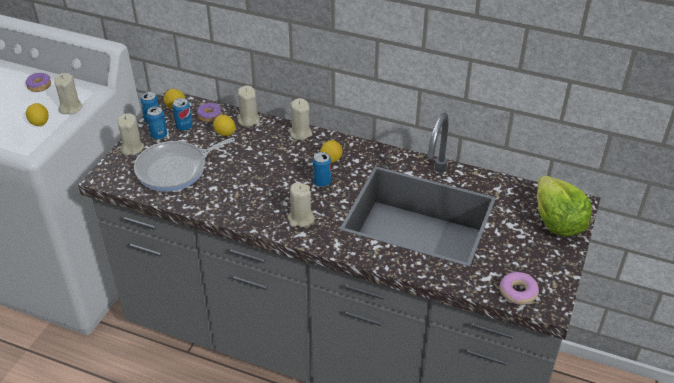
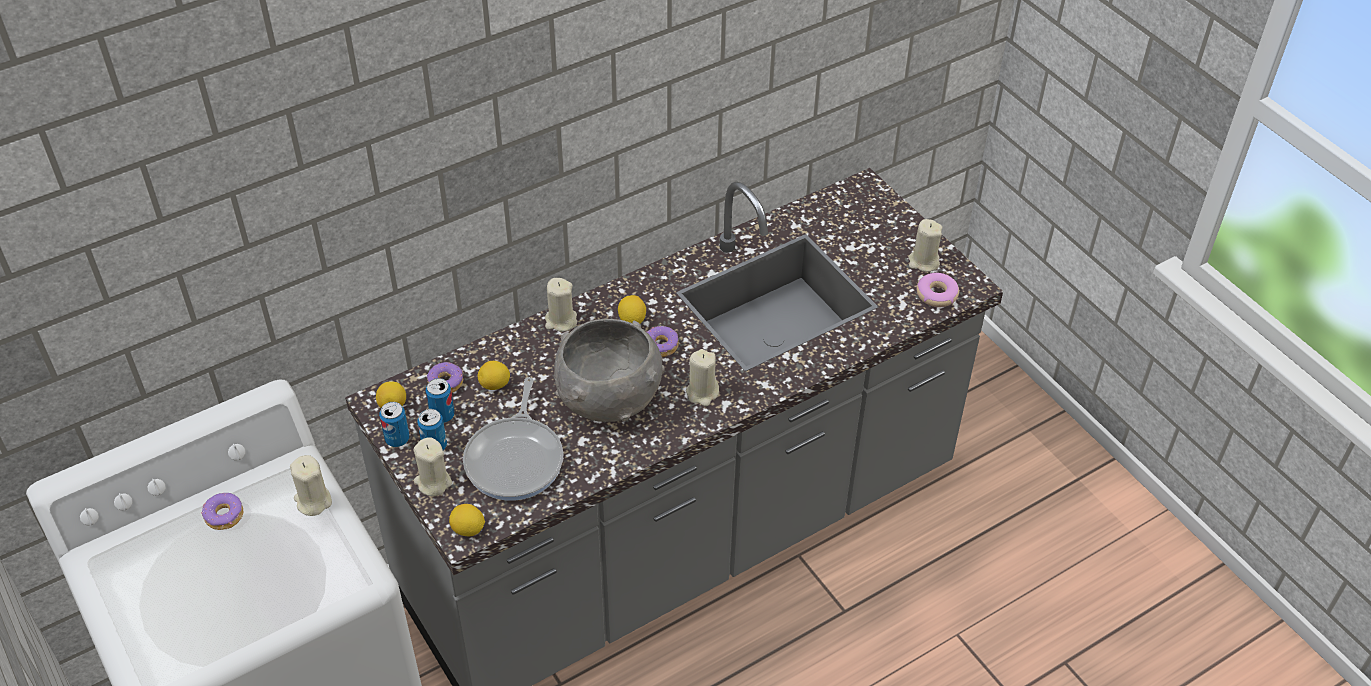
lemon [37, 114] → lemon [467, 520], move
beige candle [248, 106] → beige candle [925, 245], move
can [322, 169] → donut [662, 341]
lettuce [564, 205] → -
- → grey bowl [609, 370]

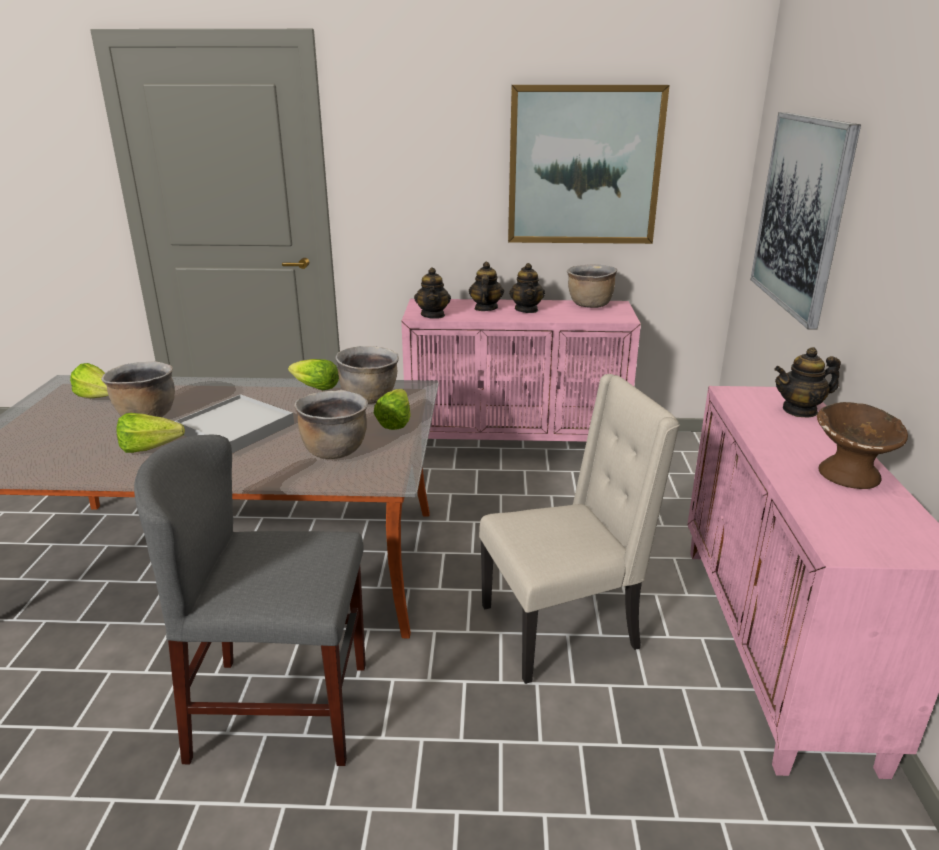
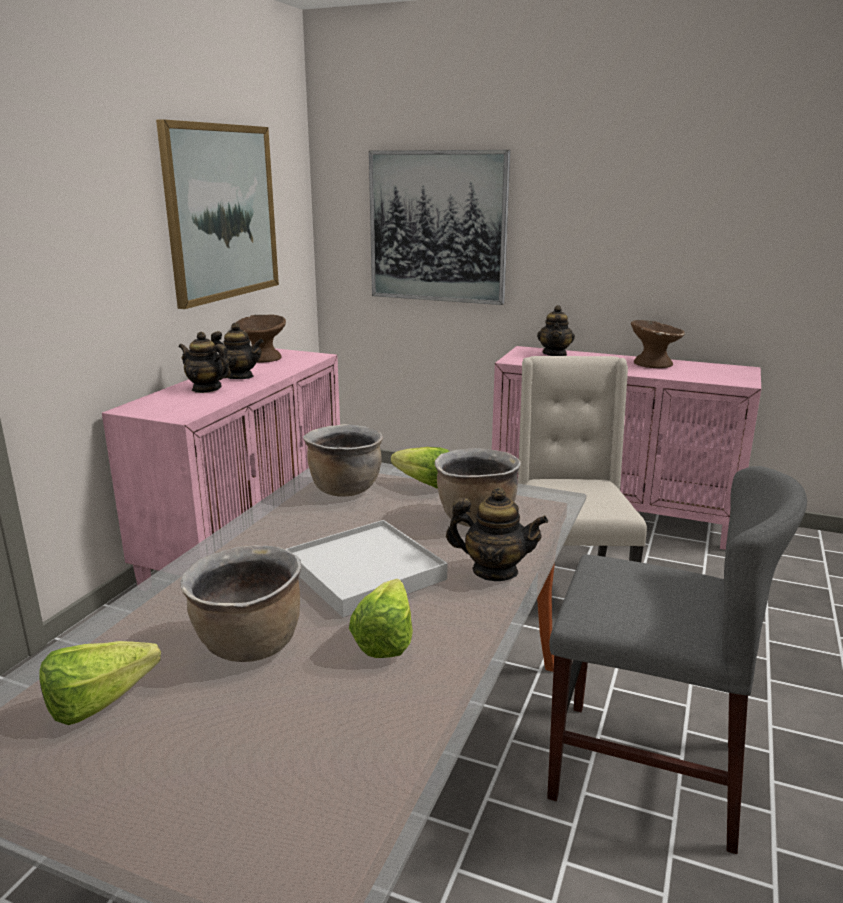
grey chair [250, 600] → grey chair [677, 660], 90 degrees counterclockwise
lettuce [313, 374] → -
teapot [432, 293] → teapot [497, 534], move
brown cooking pot [592, 286] → brown bowl [261, 339]

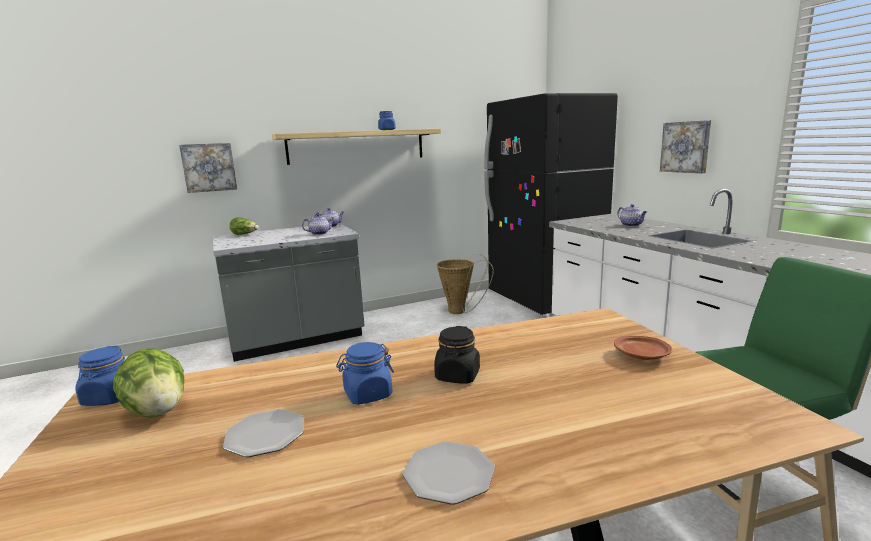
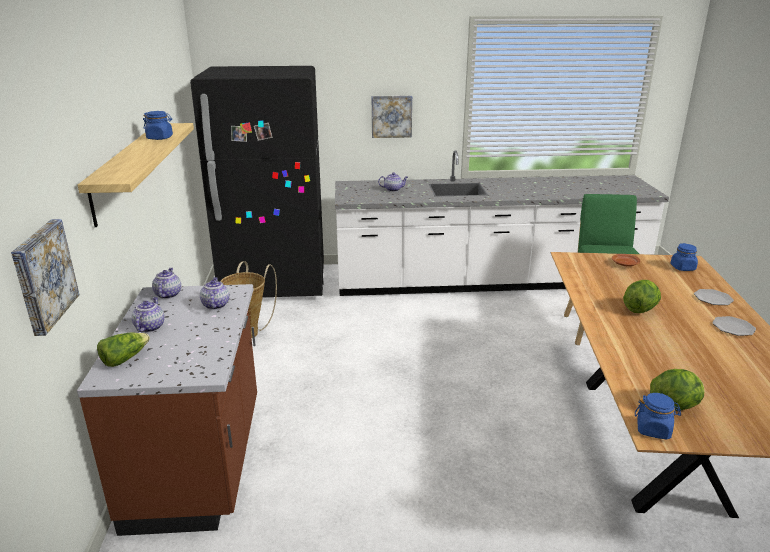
grey counter [289, 292] → brown counter [167, 410]
plate [263, 433] → plate [714, 297], move
blue jar [365, 373] → blue jar [684, 257], move
black jar [457, 355] → lettuce [642, 296]
- → teapot [148, 314]

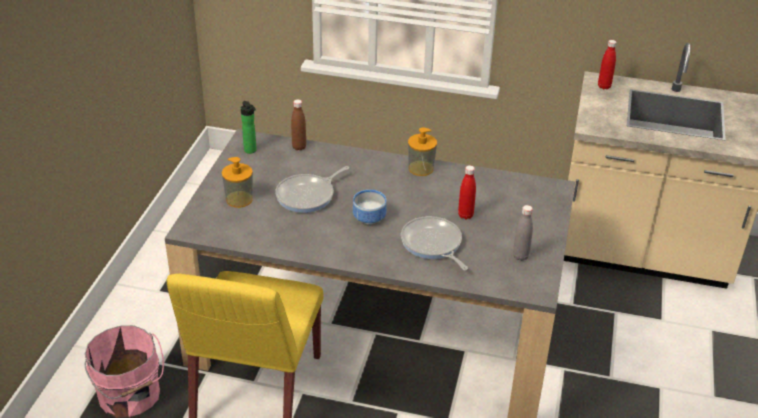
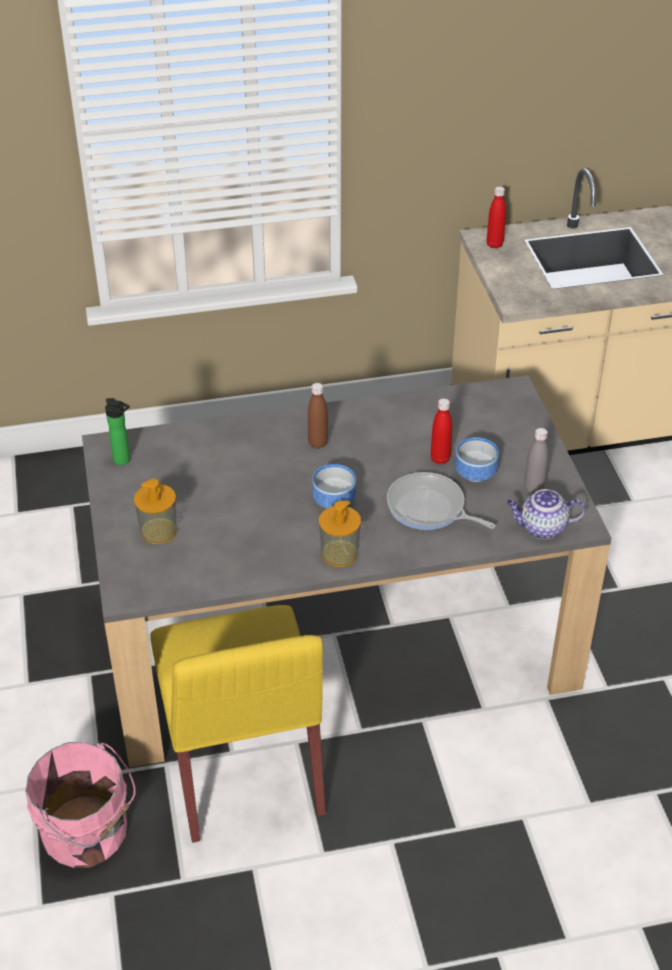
frying pan [312, 189] → -
brown bottle [298, 125] → brown bottle [318, 416], move
soap dispenser [422, 151] → soap dispenser [340, 534], move
- → bowl [477, 459]
- → teapot [546, 514]

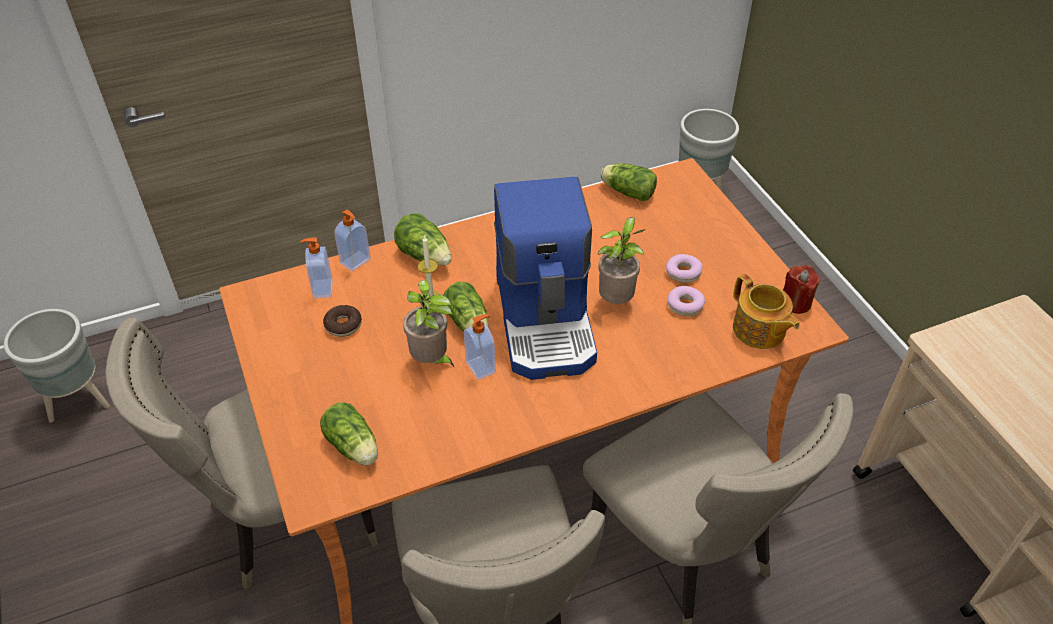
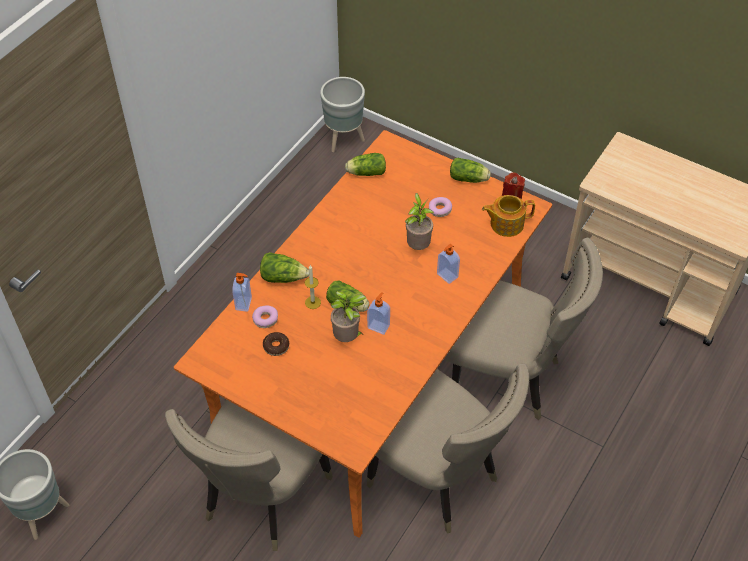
soap dispenser [316, 267] → soap dispenser [448, 264], move
lettuce [349, 433] → lettuce [470, 170], move
coffee machine [545, 278] → -
donut [686, 301] → donut [265, 316], move
teapot [766, 311] → teapot [508, 216], 150 degrees clockwise

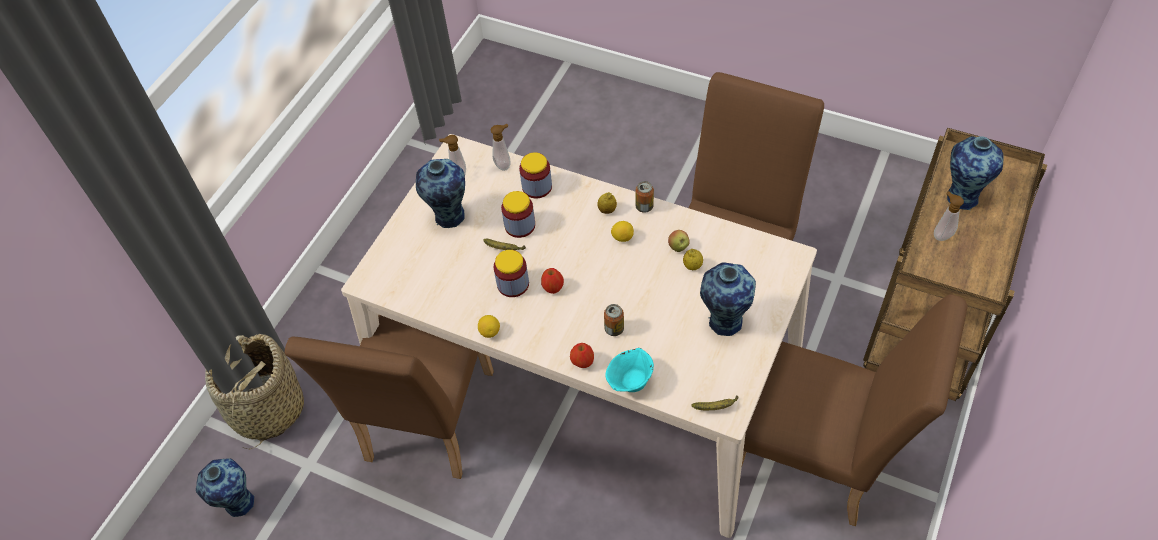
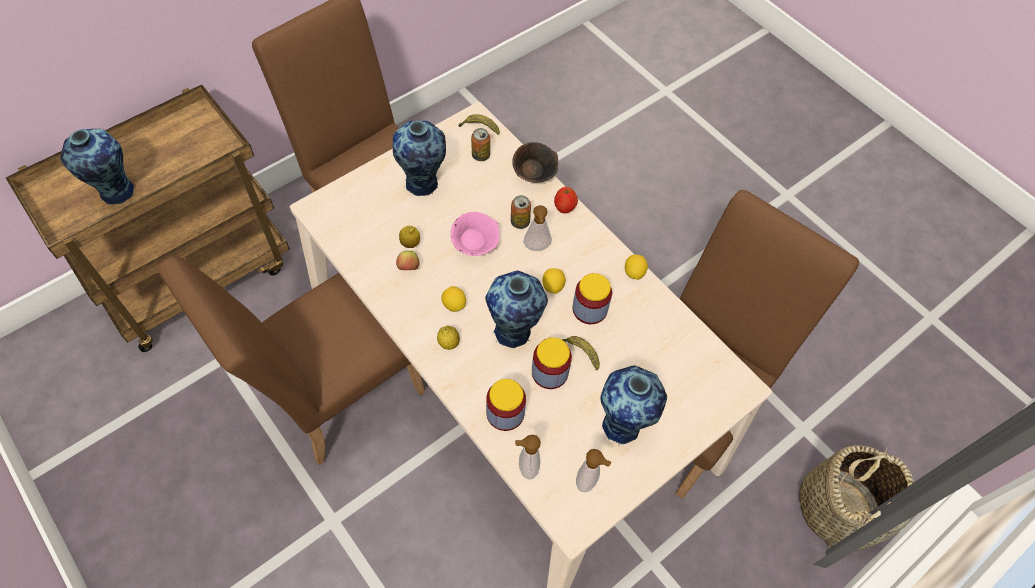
vase [225, 487] → vase [517, 309], move
apple [552, 281] → lemon [554, 281]
turquoise bowl [629, 370] → brown bowl [535, 162]
can [645, 197] → can [480, 144], move
soap dispenser [949, 216] → soap dispenser [537, 228], move
- → pink bowl [474, 234]

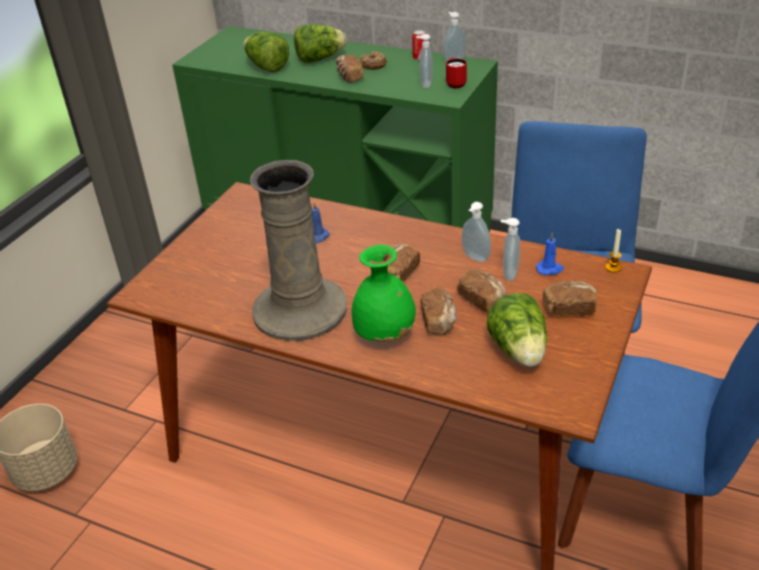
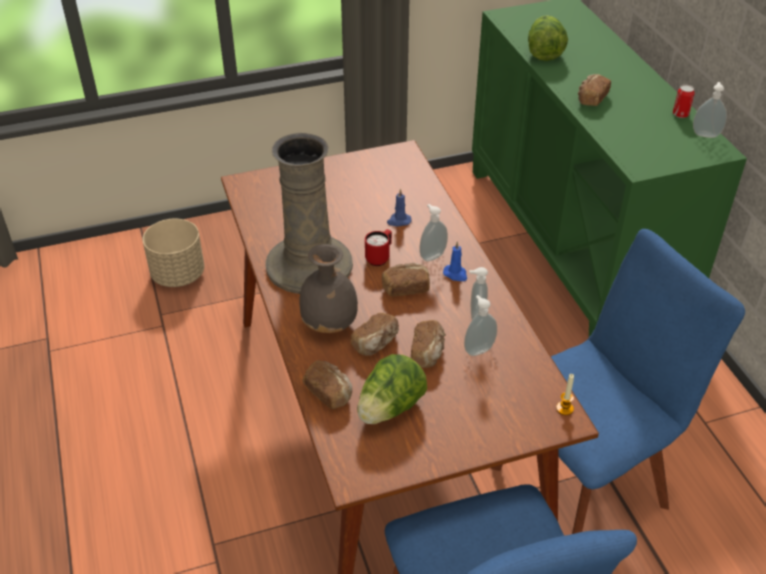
lettuce [320, 43] → -
green vase [384, 293] → grey vase [328, 288]
donut [373, 60] → -
soap dispenser [424, 61] → soap dispenser [433, 232], move
red mug [456, 73] → red mug [378, 247], move
blue candle [550, 254] → blue candle [455, 261], move
bread [570, 298] → bread [327, 384], move

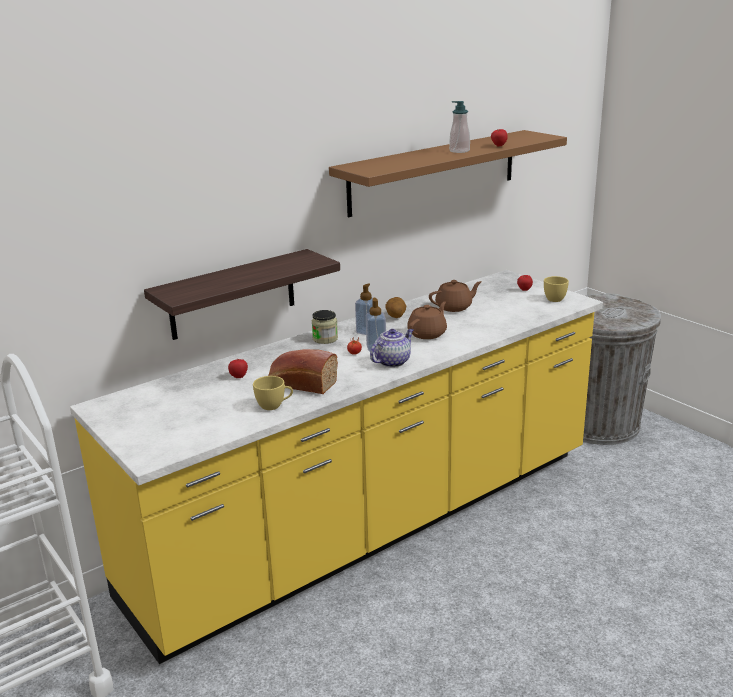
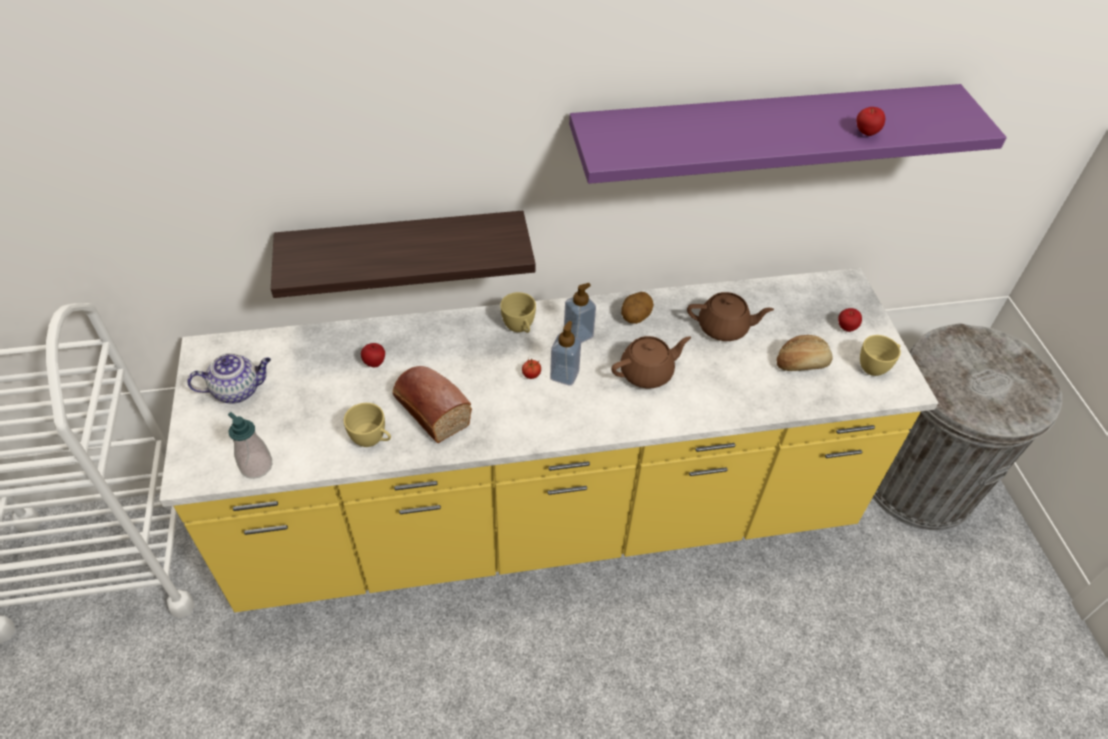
jar [325, 327] → yellow cup [518, 312]
brown shelf [448, 173] → purple shelf [788, 134]
teapot [392, 348] → teapot [229, 378], move
soap dispenser [459, 127] → soap dispenser [250, 445], move
- → bread [805, 353]

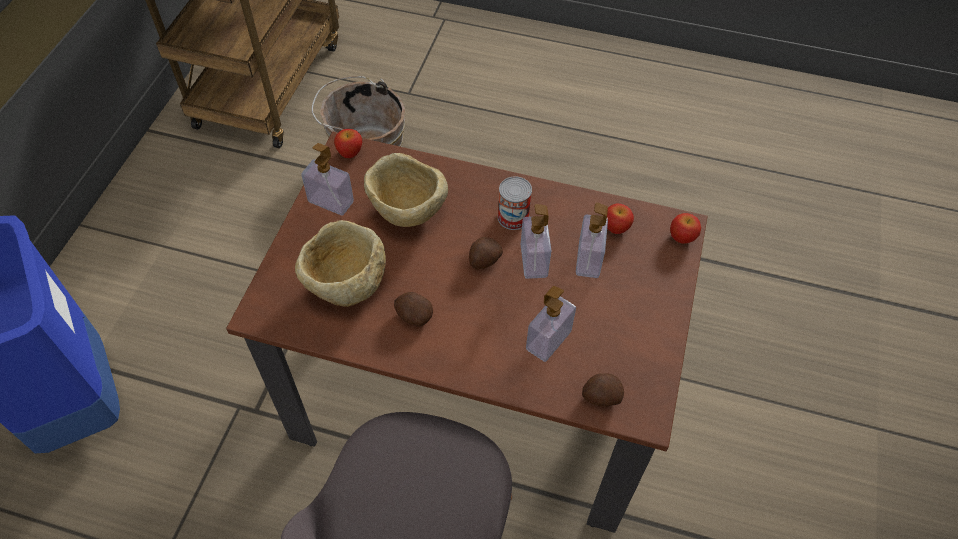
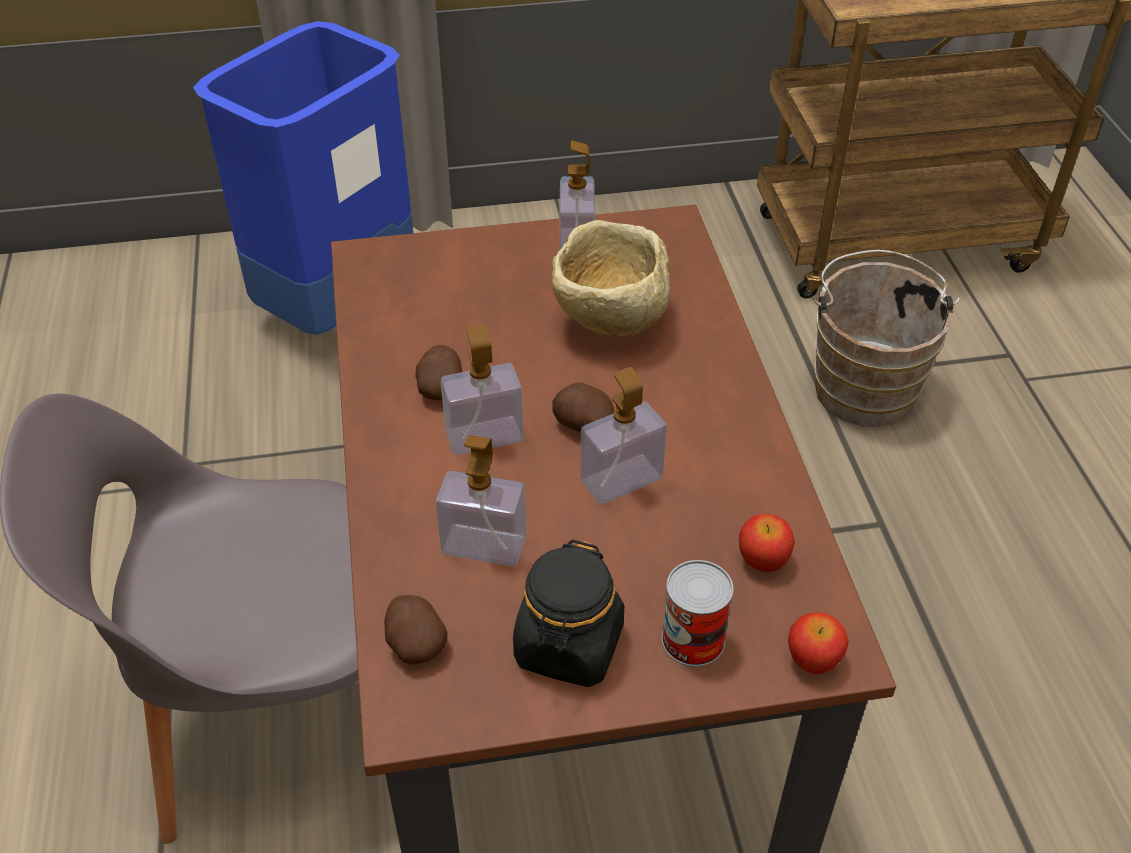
beige bowl [340, 263] → -
apple [348, 143] → -
can [515, 203] → can [697, 613], move
soap dispenser [592, 240] → soap dispenser [482, 390], move
- → black jar [568, 613]

